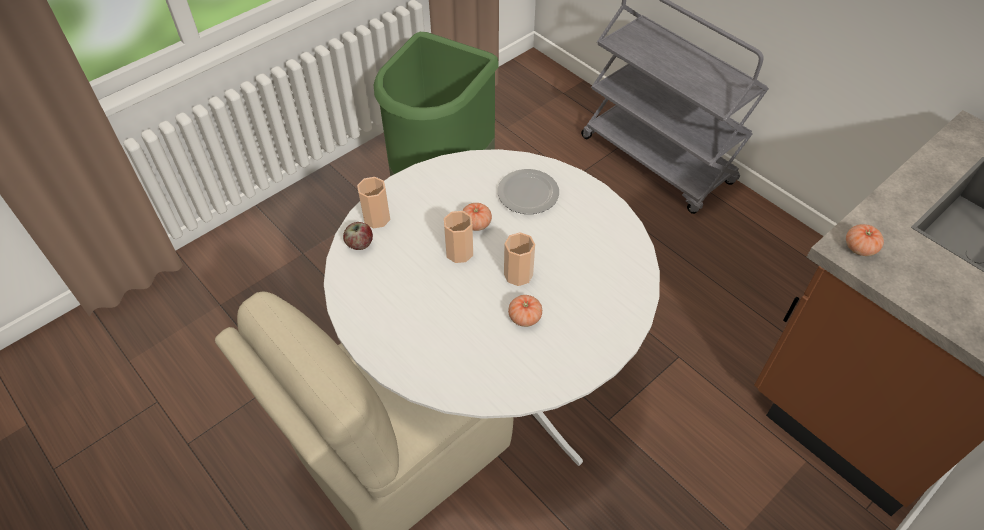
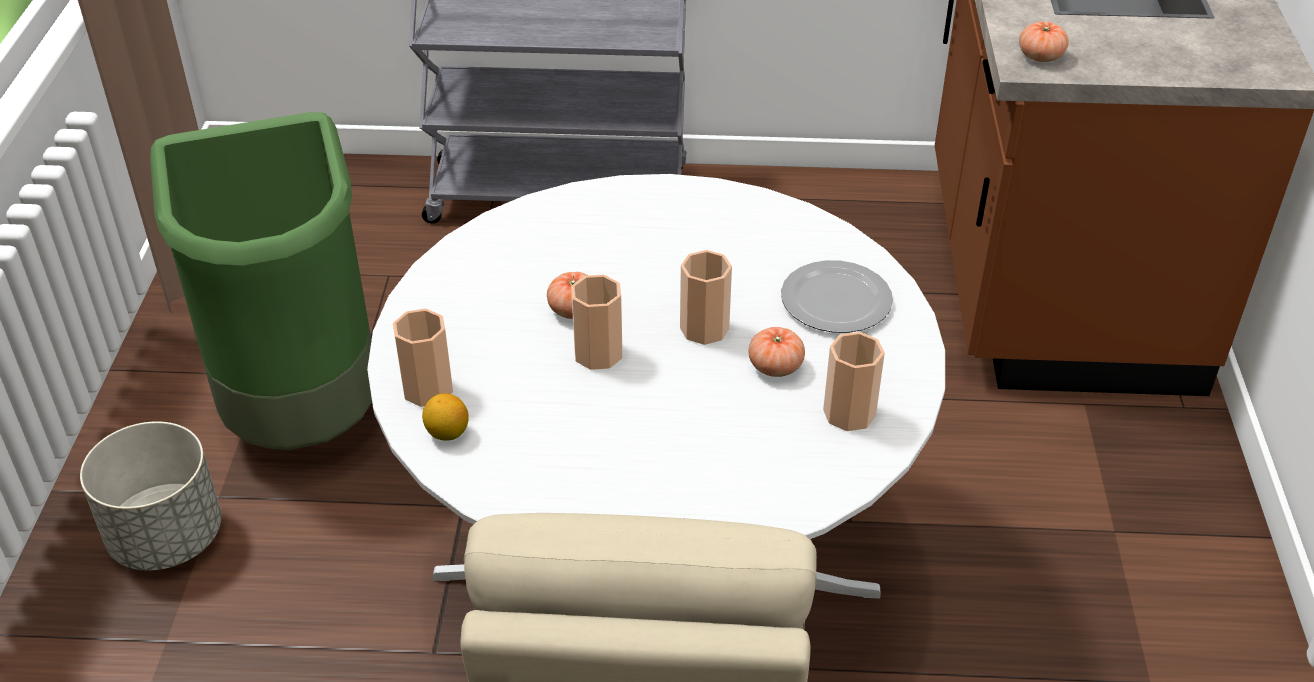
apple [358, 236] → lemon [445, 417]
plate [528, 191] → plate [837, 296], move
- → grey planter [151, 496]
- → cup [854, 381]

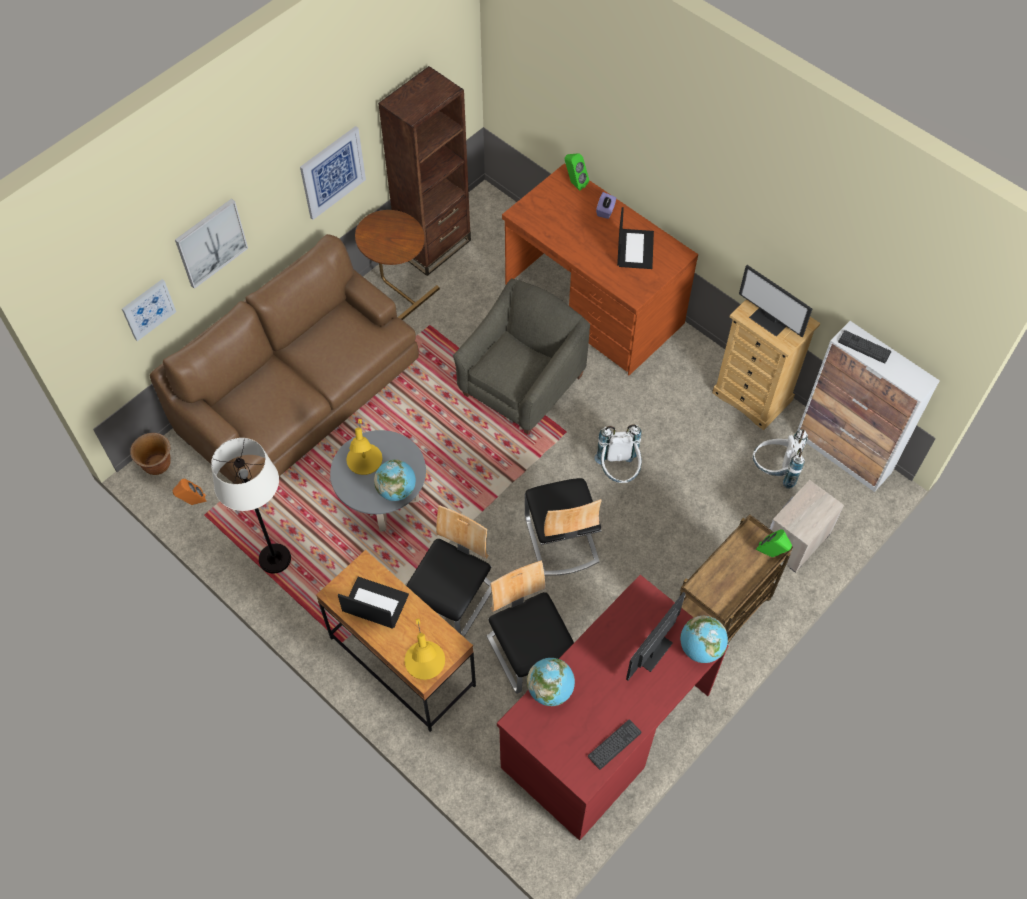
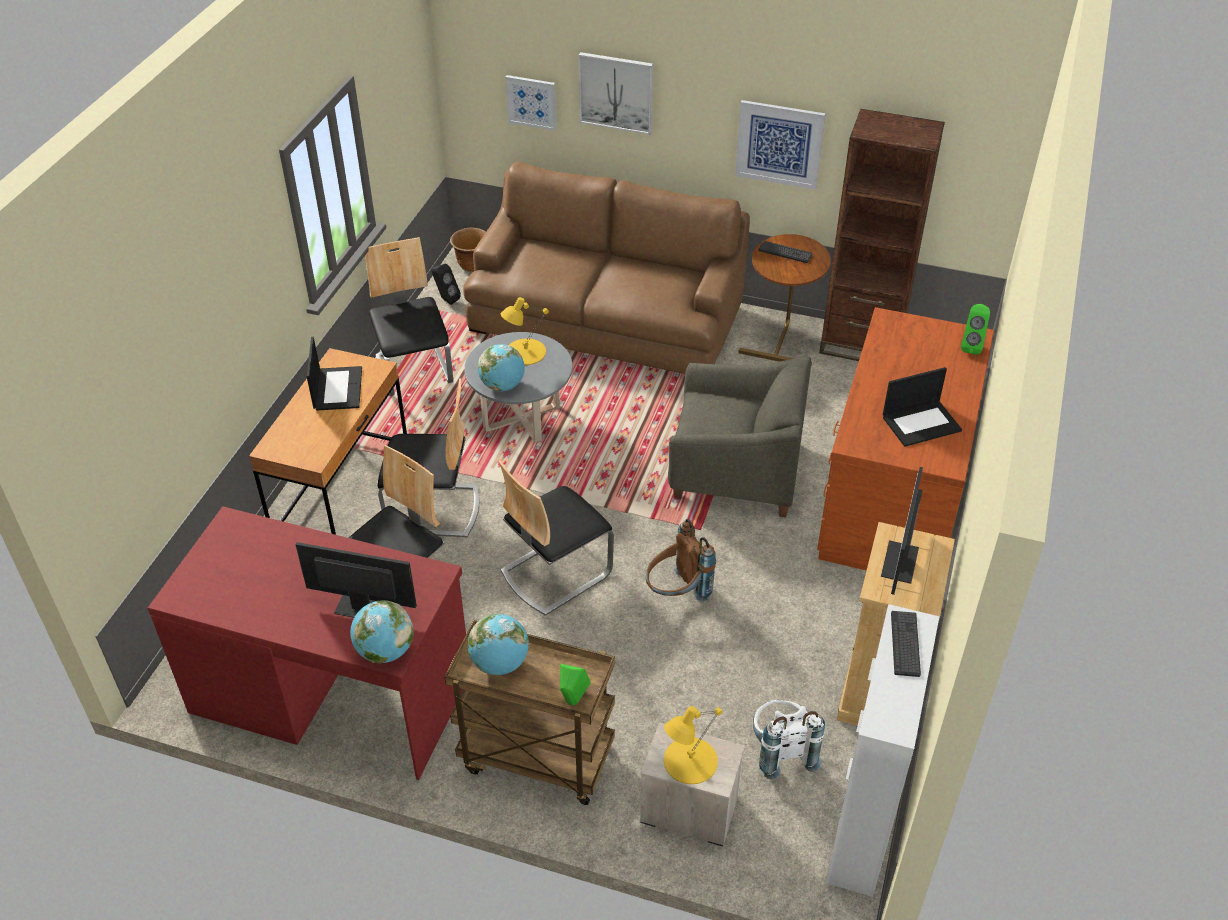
orange speaker [189, 492] → black speaker [446, 284]
white floor lamp [251, 506] → chair [409, 316]
yellow table lamp [424, 649] → yellow table lamp [693, 745], move
globe [551, 682] → globe [498, 644], move
keyboard [615, 744] → keyboard [785, 252], move
white backpack [618, 453] → brown backpack [681, 560]
purple tissue box [606, 205] → -

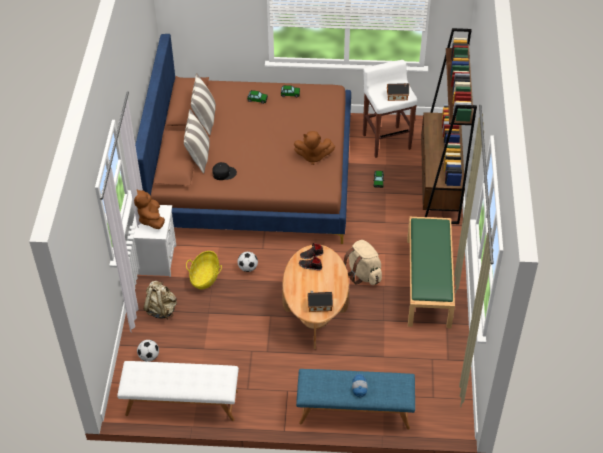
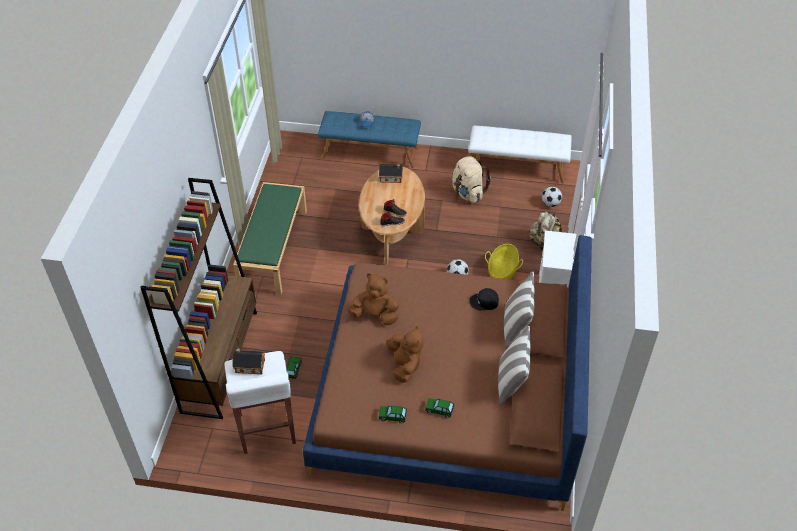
brown plush toy [149, 209] → brown plush toy [405, 354], move
beige backpack [363, 262] → beige backpack [471, 179], move

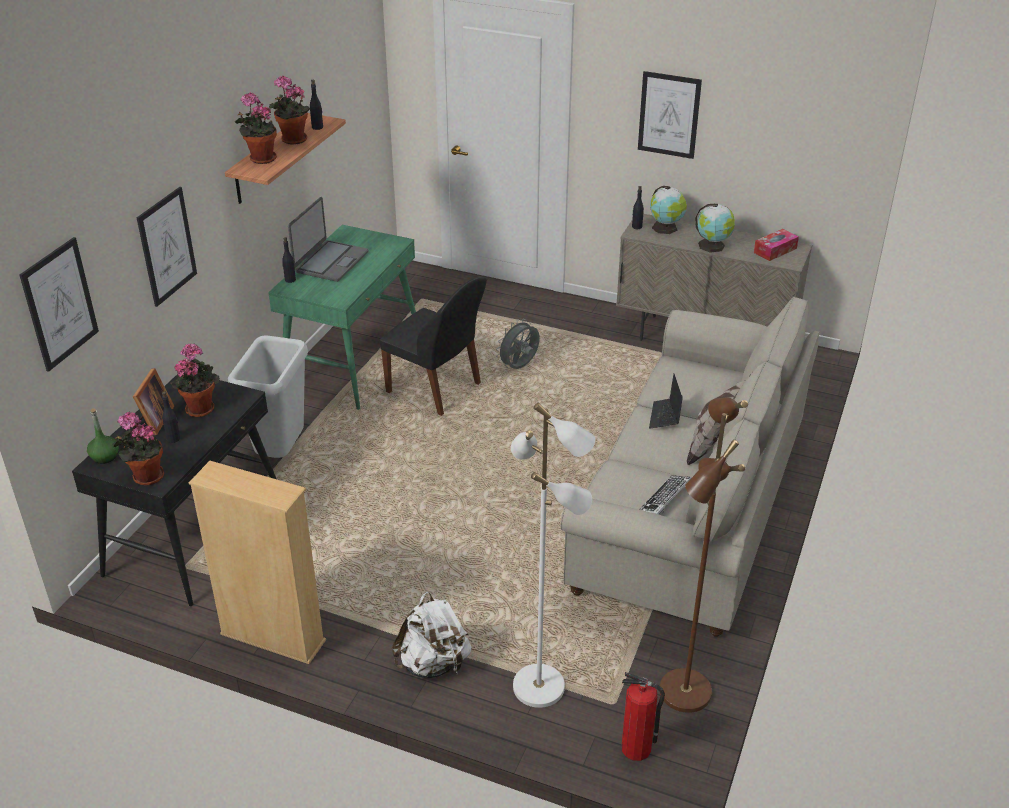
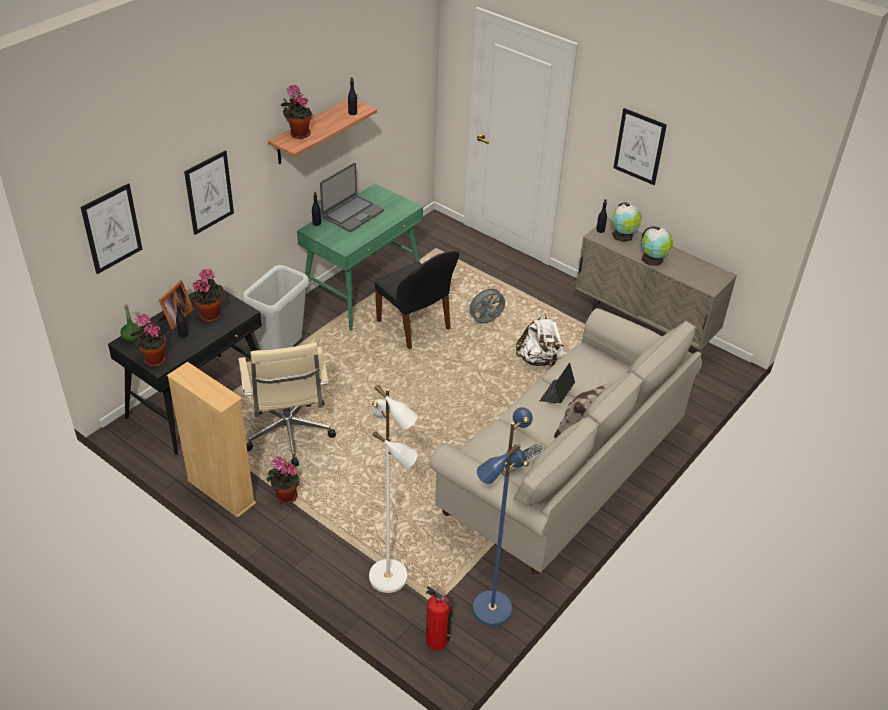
potted plant [289, 110] → potted plant [283, 480], move
white backpack [432, 635] → white backpack [540, 339], move
brown floor lamp [704, 555] → blue floor lamp [503, 516]
tissue box [776, 245] → -
- → beige office chair [287, 404]

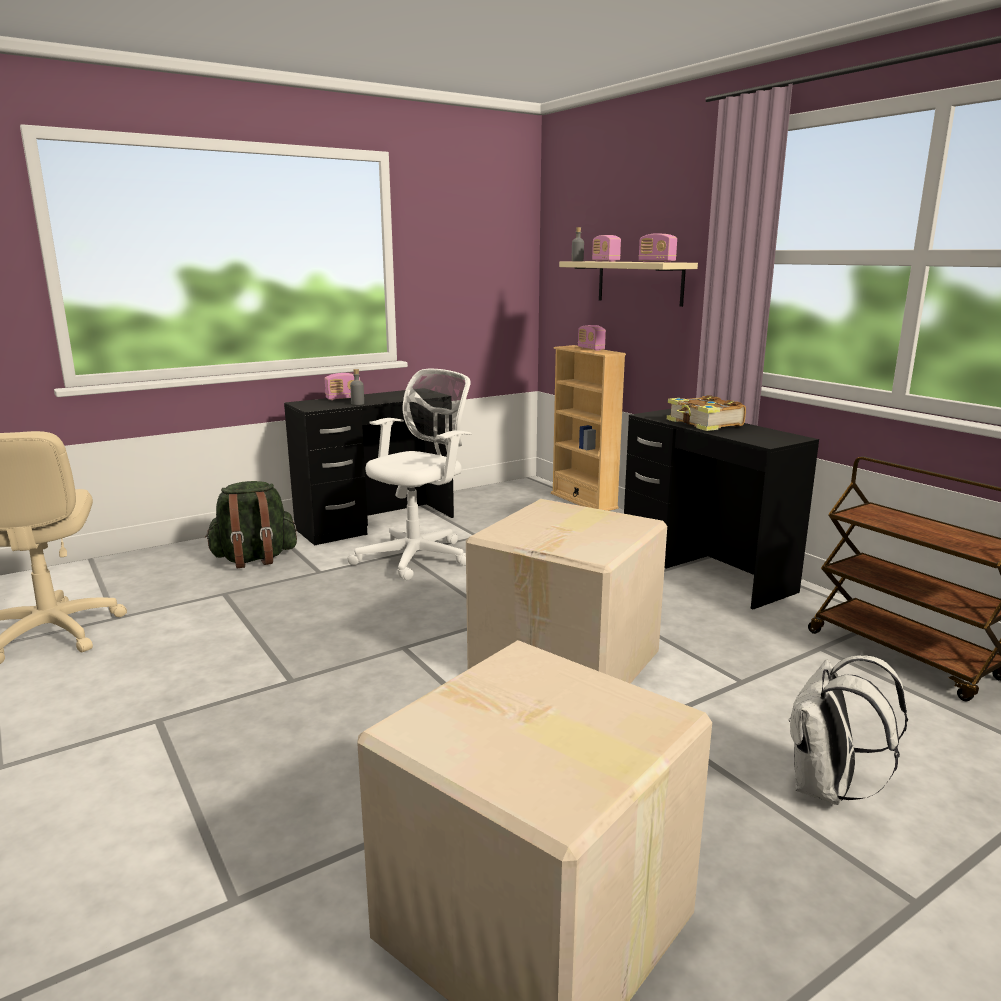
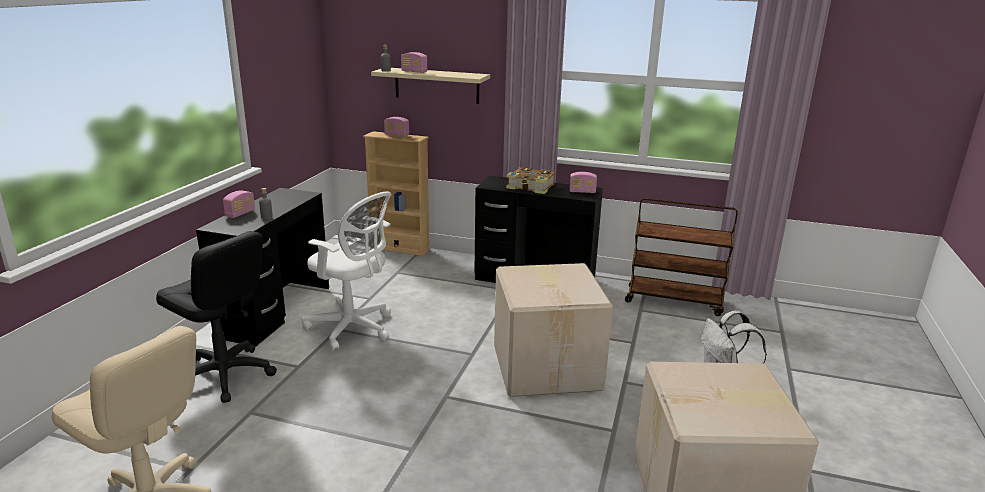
green backpack [251, 524] → black office chair [216, 317]
white office chair [409, 474] → white office chair [346, 271], 120 degrees clockwise
radio [658, 248] → radio [583, 182], move

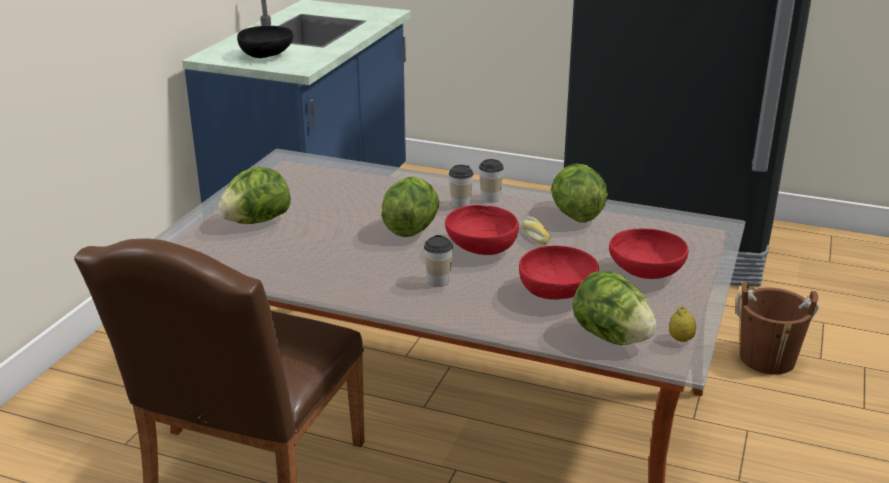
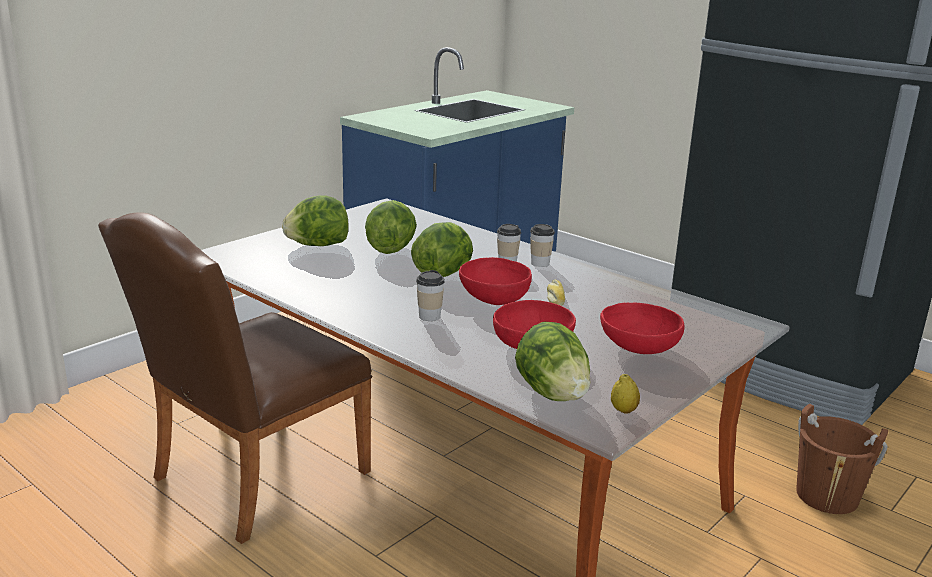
black bowl [265, 42] → -
lettuce [579, 193] → lettuce [391, 227], move

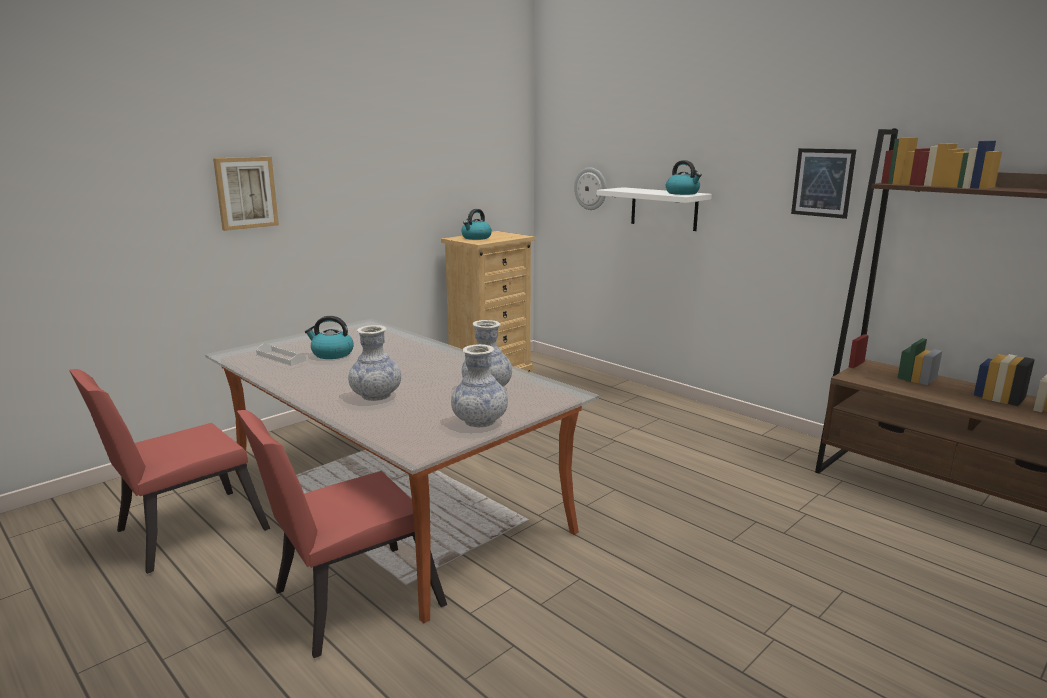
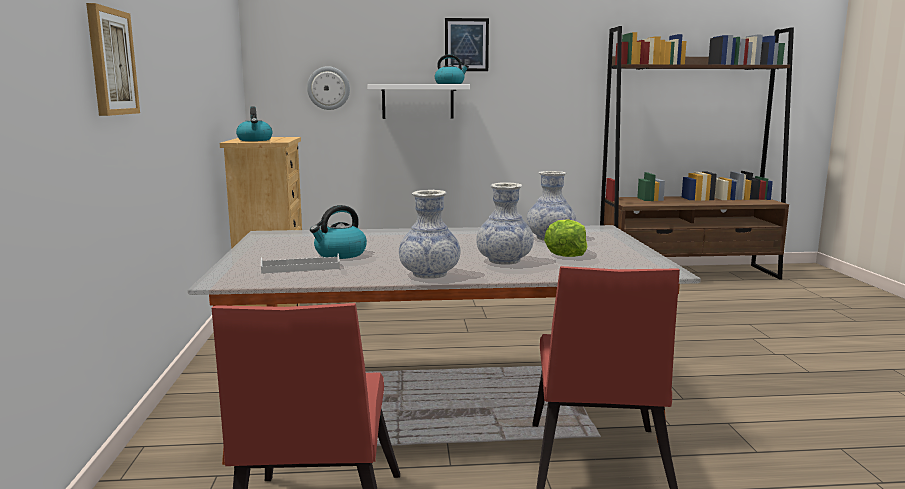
vase [479, 385] → vase [429, 234], move
picture [823, 183] → picture [467, 44], move
- → lettuce [565, 238]

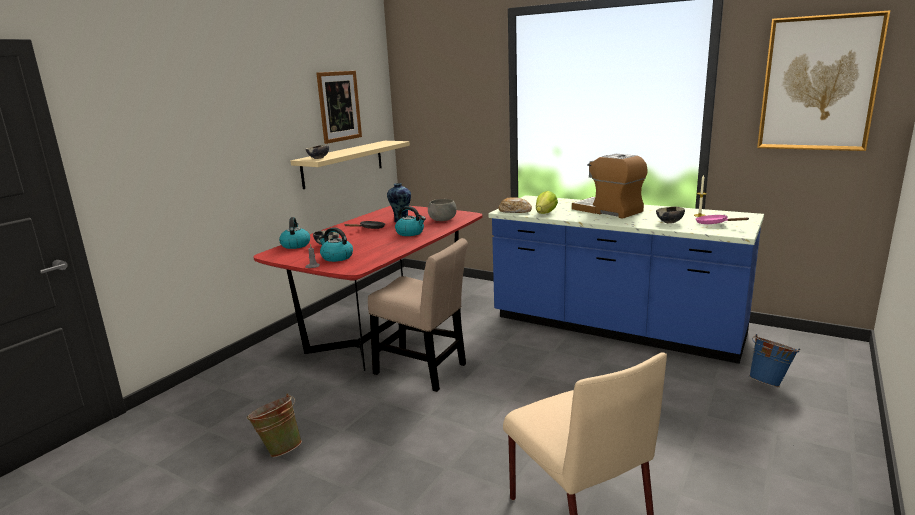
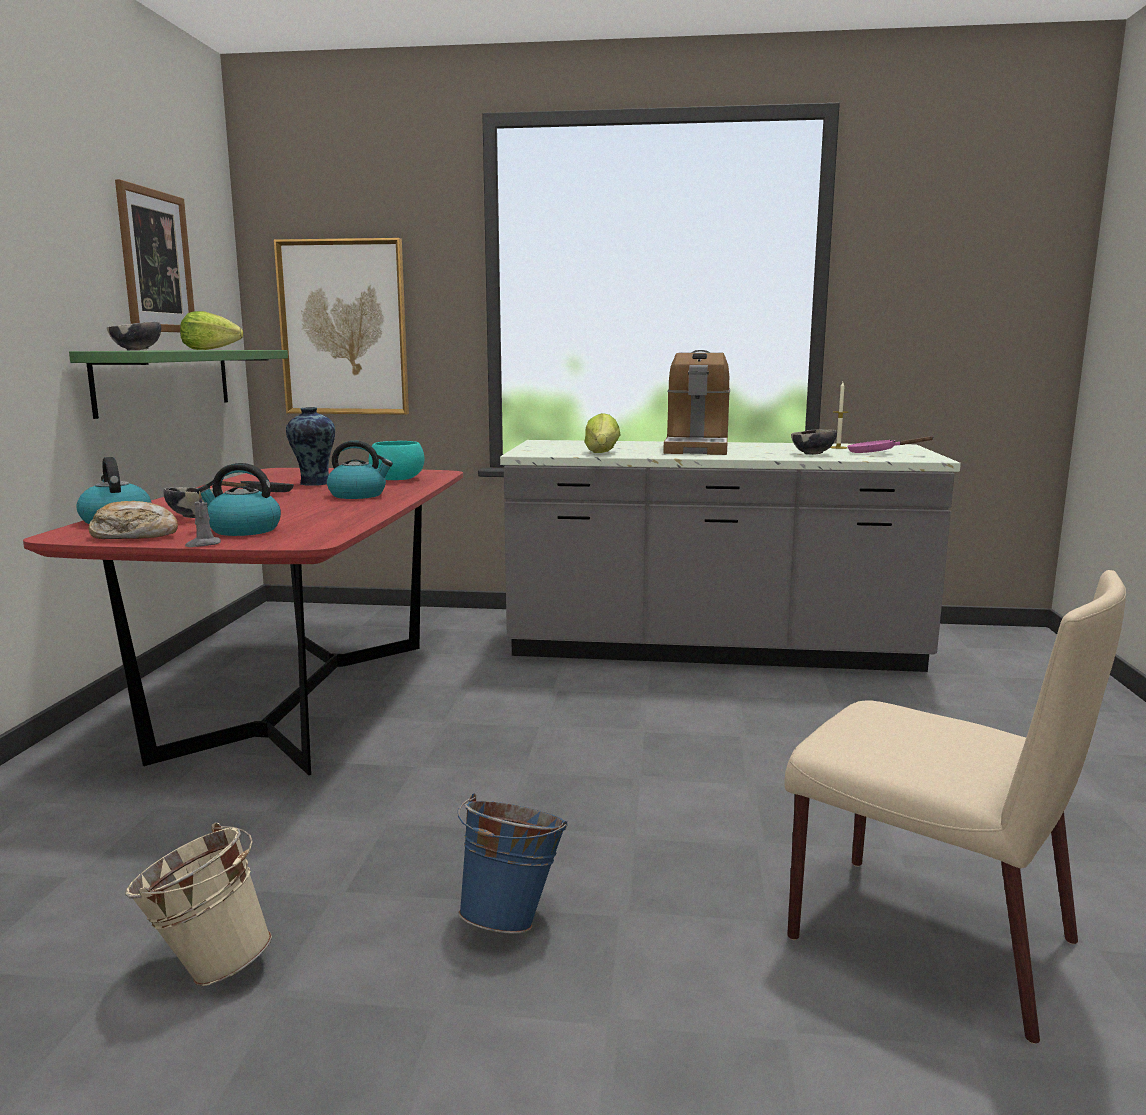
green bucket [274, 425] → beige bucket [198, 904]
beige shelf [350, 165] → green shelf [178, 384]
beige chair [418, 315] → -
grey bowl [442, 210] → turquoise bowl [396, 460]
blue counter [626, 279] → grey counter [730, 556]
bread [515, 205] → bread [133, 520], move
coffee machine [610, 186] → coffee machine [696, 402], 105 degrees counterclockwise
blue bucket [774, 360] → blue bucket [513, 864], move
picture [823, 80] → picture [341, 326], move
- → lettuce [211, 330]

